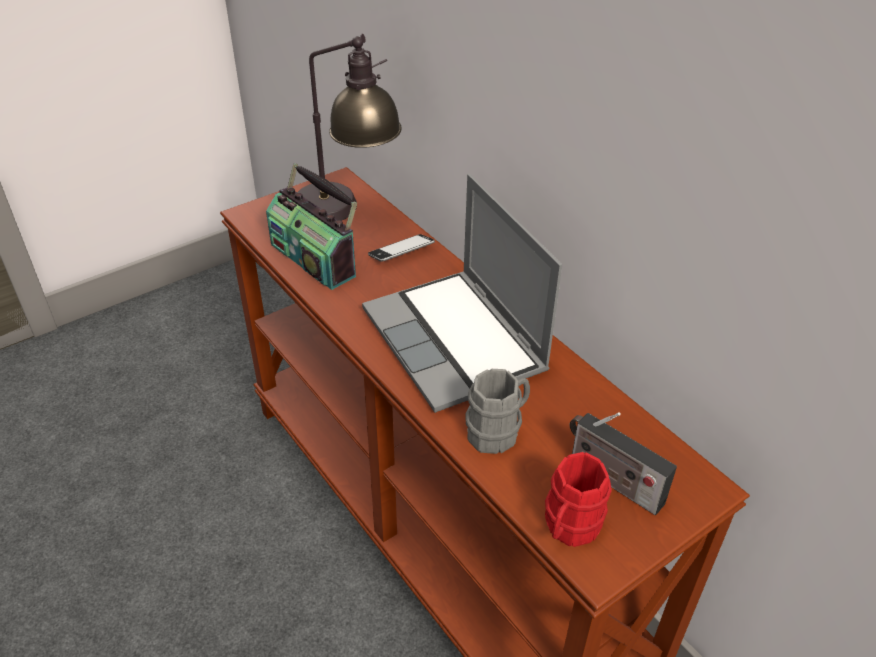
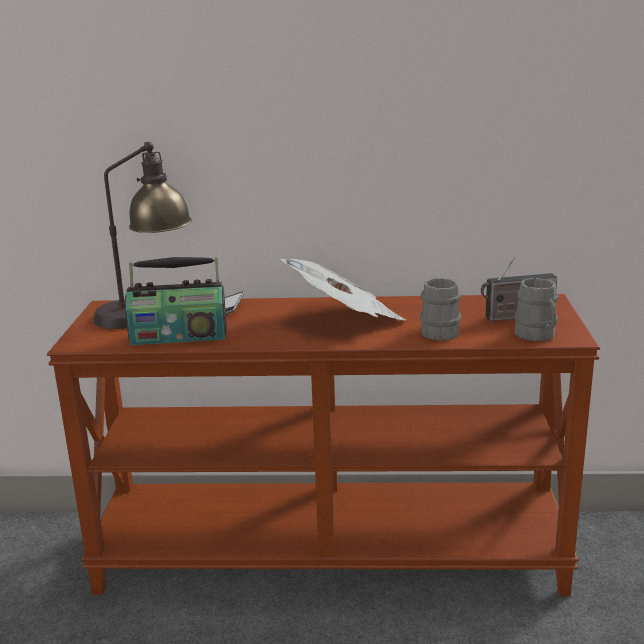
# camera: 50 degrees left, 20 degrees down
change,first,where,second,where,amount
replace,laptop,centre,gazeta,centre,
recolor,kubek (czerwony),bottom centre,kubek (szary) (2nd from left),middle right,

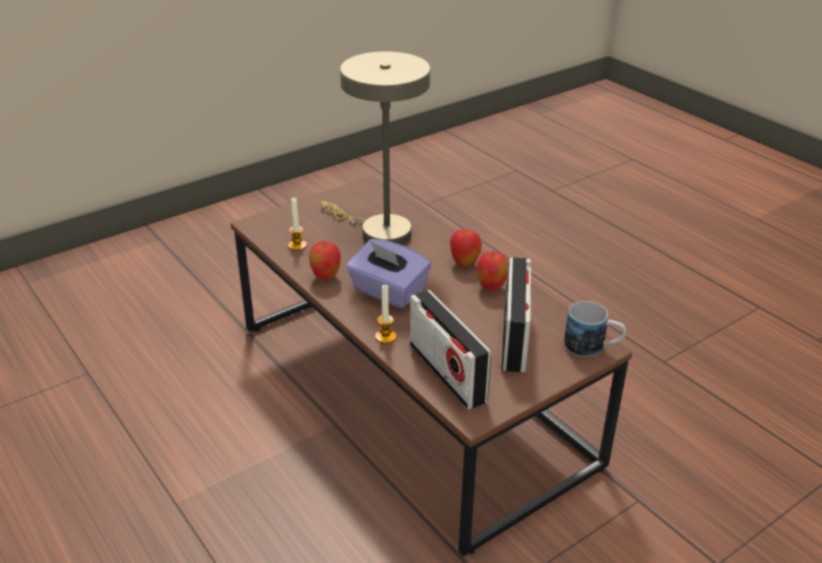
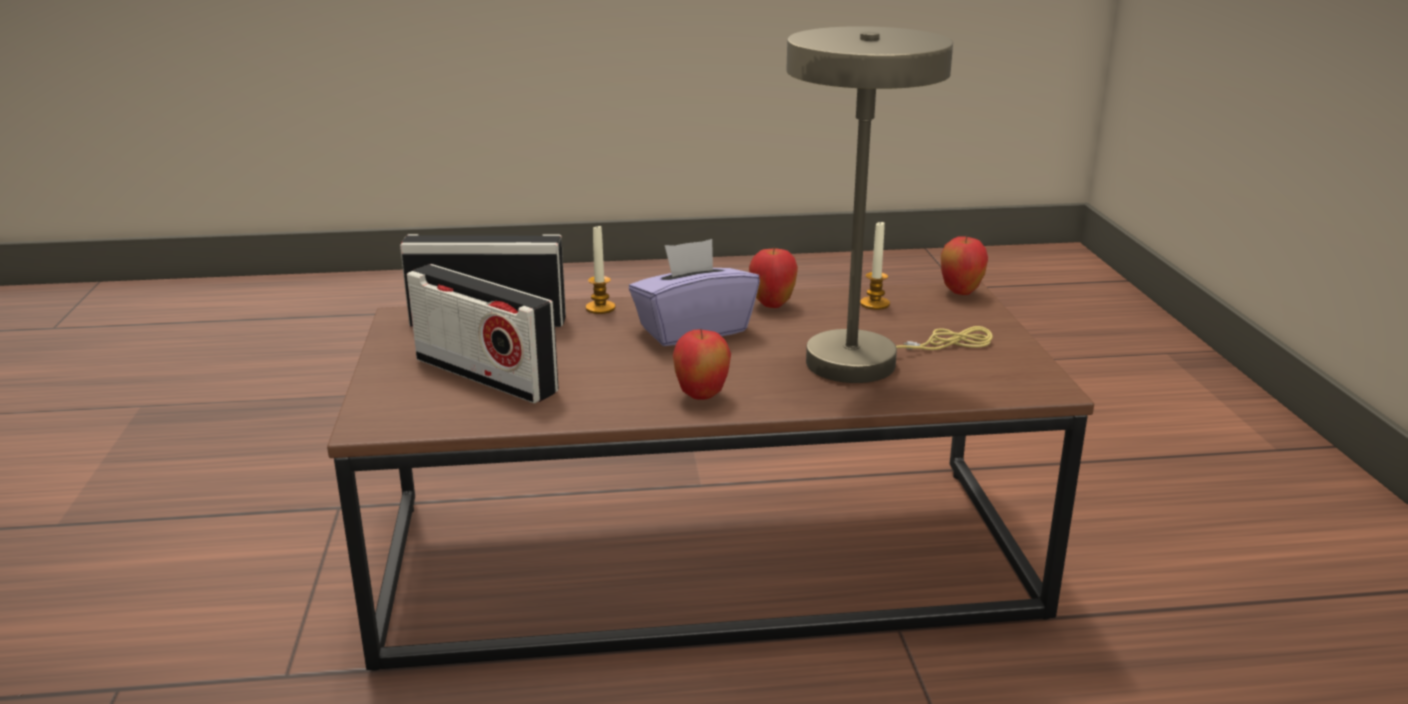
# camera: 120 degrees right, 10 degrees down
change,first,where,second,where,amount
move,jabłko (3rd from left),centre,,middle right,
delete,kubek,middle right,,,

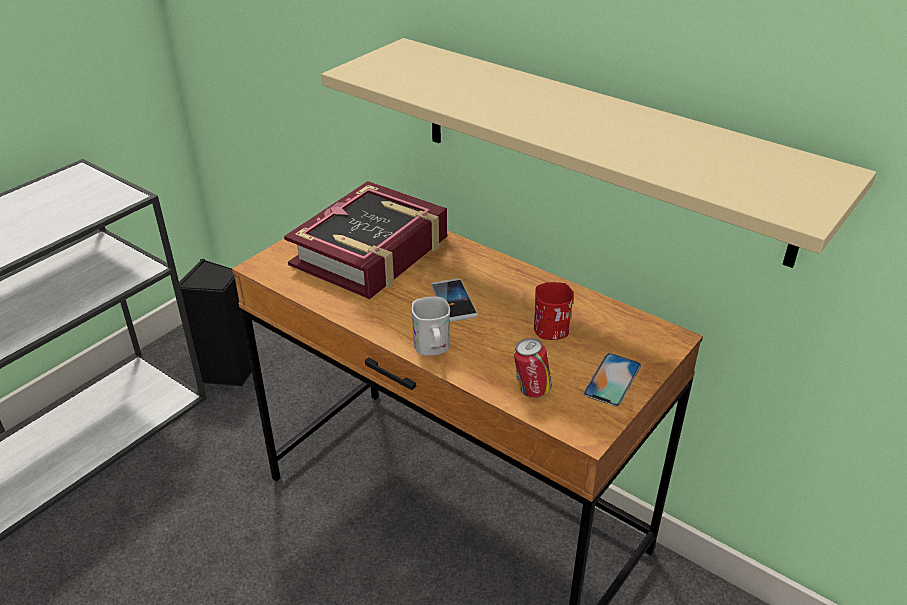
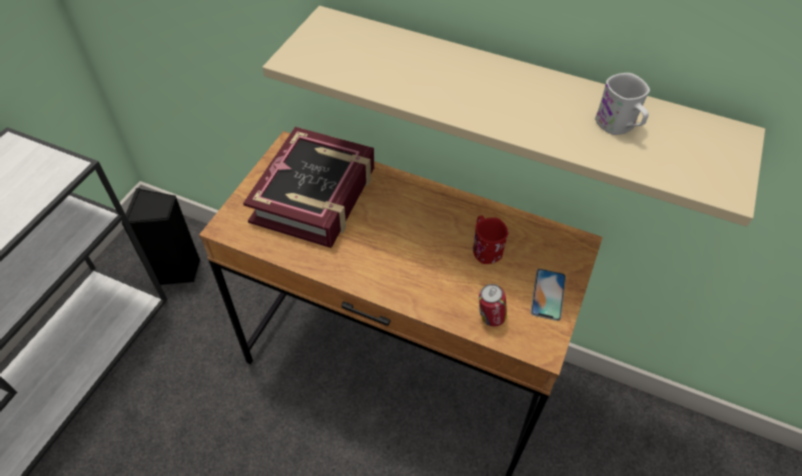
# camera: 15 degrees left, 15 degrees up
change,first,where,second,where,amount
move,kubek (biały),centre,,top right,
delete,telefon (1st from left),centre,,,

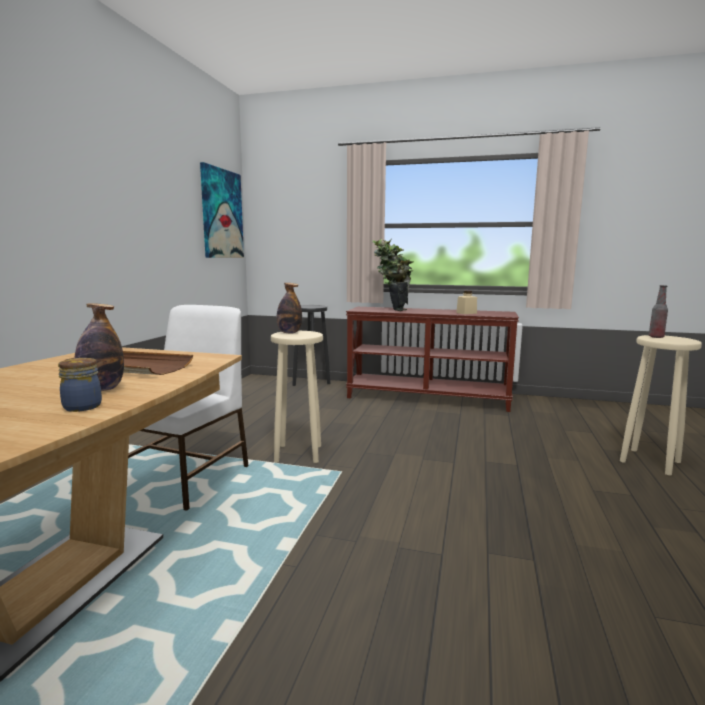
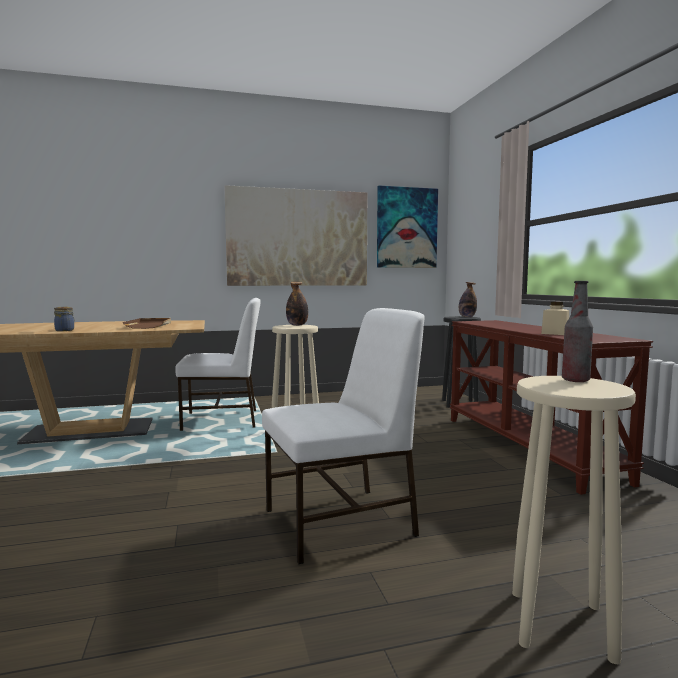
# camera: 60 degrees right, 5 degrees down
change,first,where,second,where,amount
move,butelka (1st from left in the first image),middle left,butelka (2nd from left),middle right,
delete,roślina doniczkowa,centre,,,
insert,,,obraz (1st from left),centre,
insert,,,krzesło (biały) (2nd from left),centre,

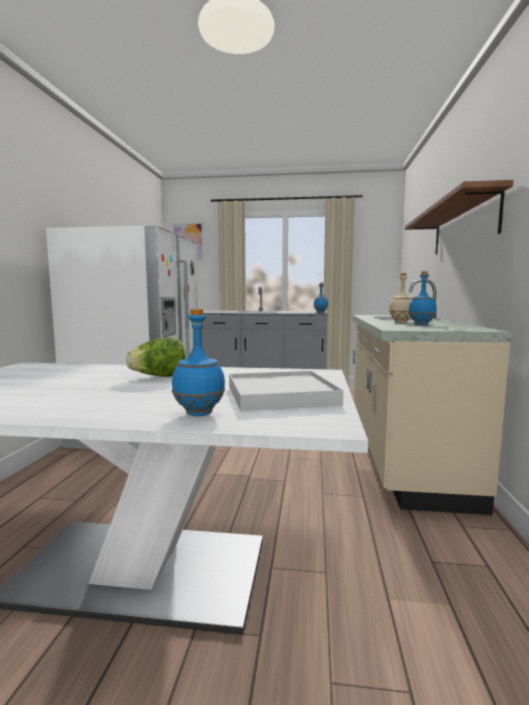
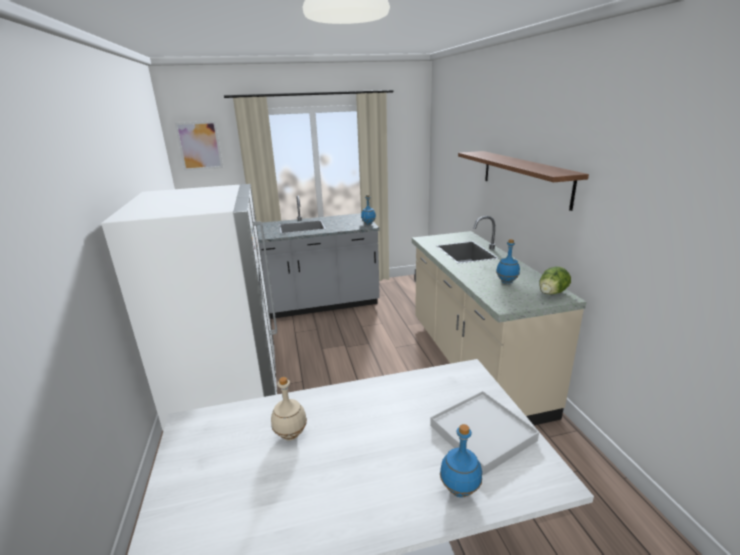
# camera: 20 degrees left, 15 degrees up
change,first,where,second,where,amount
move,sałata,middle left,,middle right,
move,butelka (beżowy),middle right,,bottom centre,

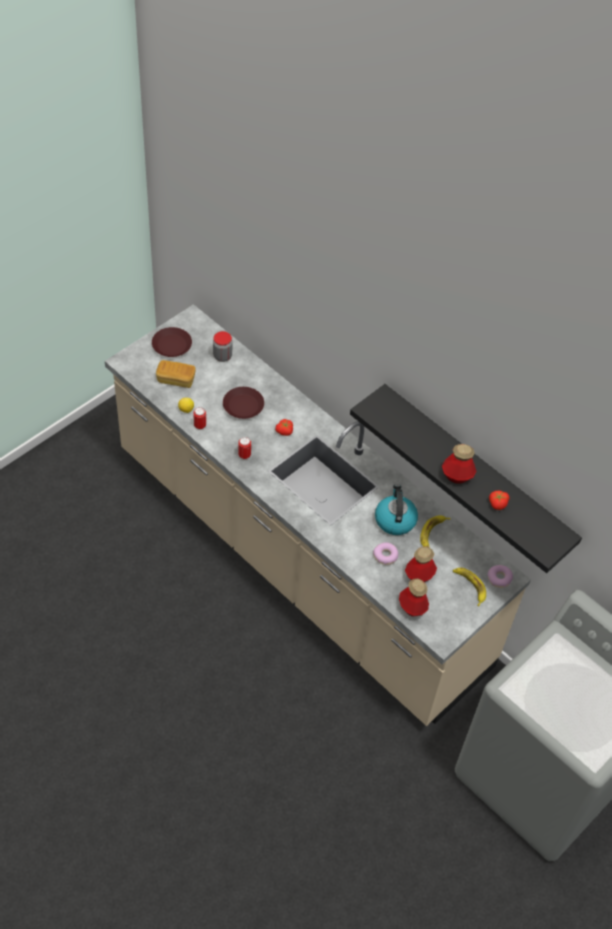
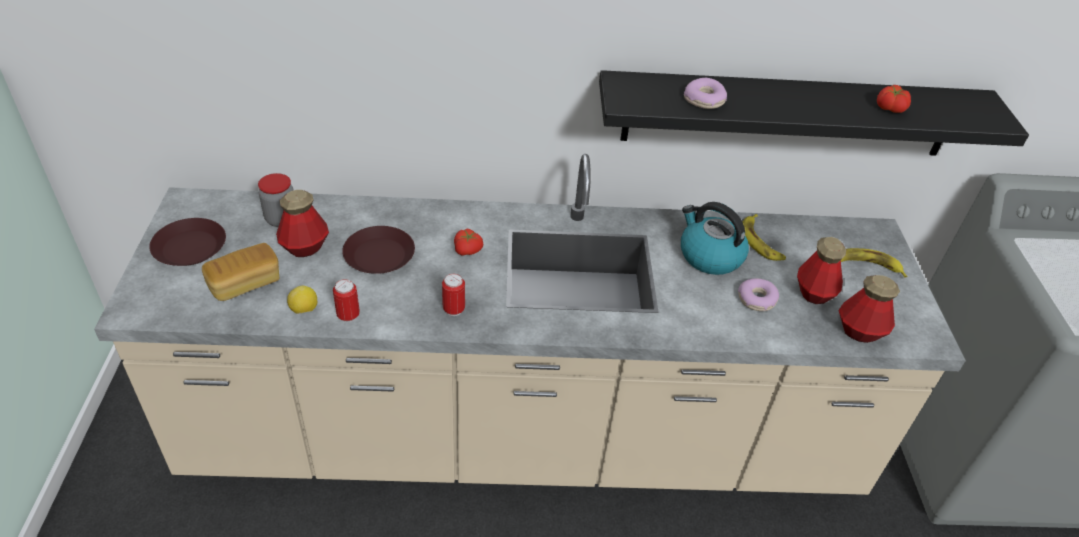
# camera: 45 degrees left, 10 degrees down
change,first,where,second,where,amount
move,butelka (3rd from left in the first image),middle right,butelka (1st from left),middle left,
move,donut (2nd from left in the first image),middle right,donut (1st from left),top centre,

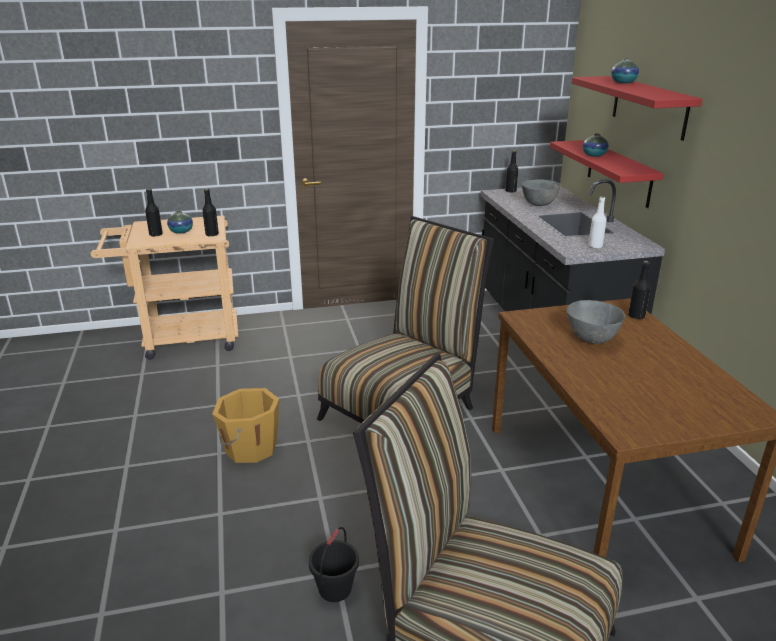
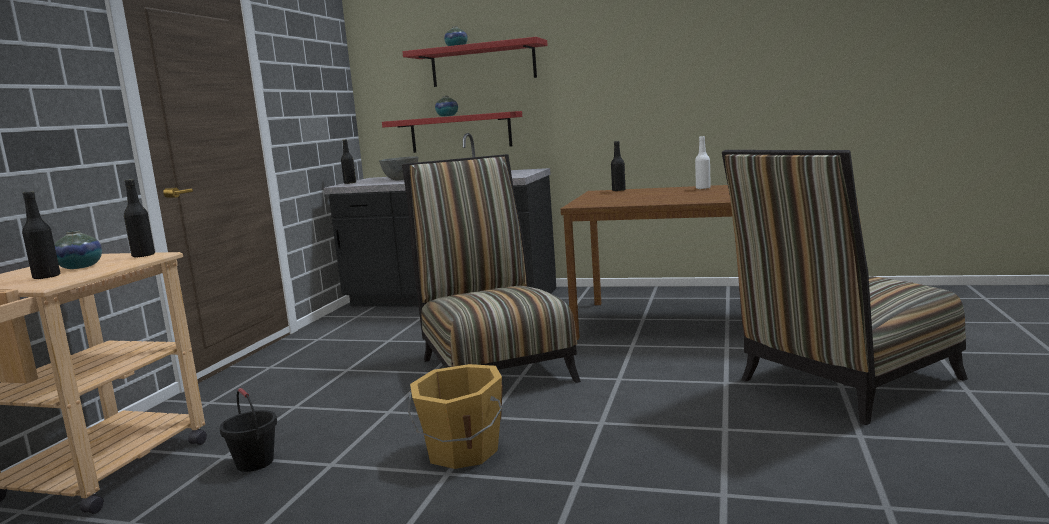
# camera: 60 degrees left, 15 degrees down
change,first,where,second,where,amount
move,wiadro (czarny),bottom centre,,bottom left,
delete,miska (szary) (2nd from left),middle right,,,
move,butelka (biały),middle right,,top right,

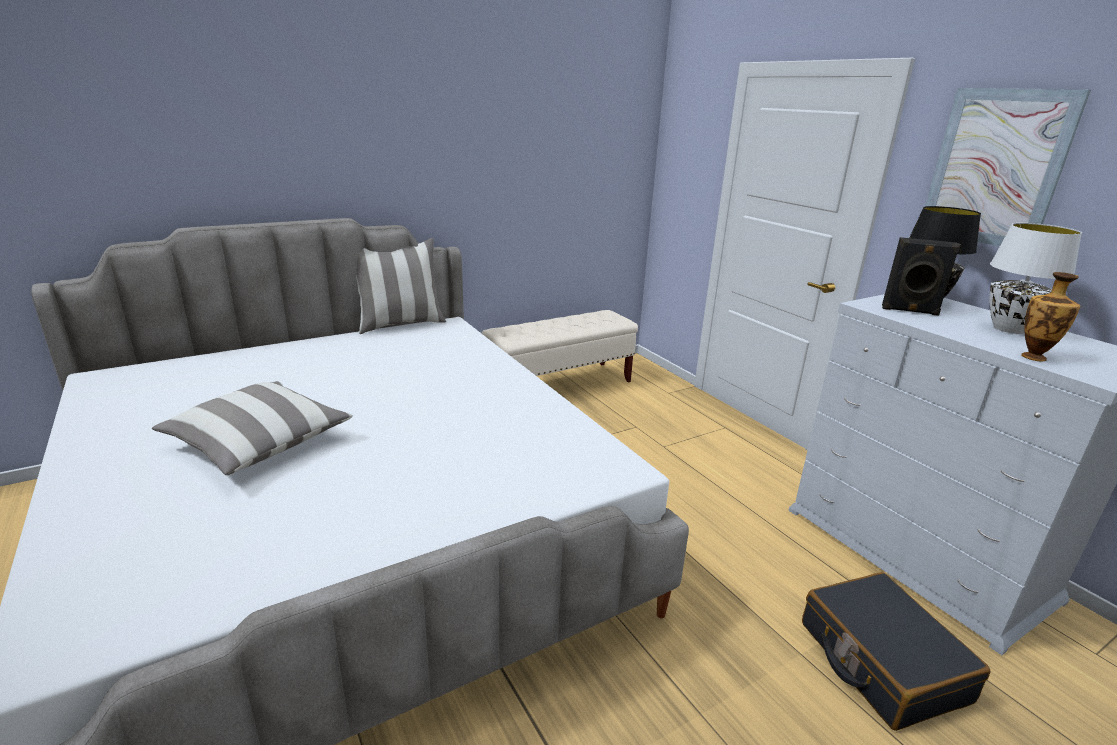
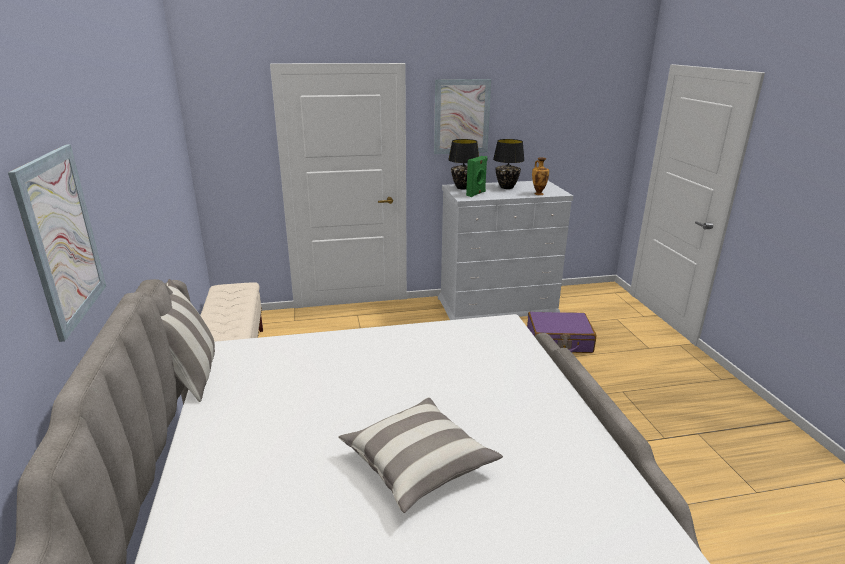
# camera: 70 degrees left, 0 degrees up
change,first,where,second,where,amount
recolor,walizka (czarny),bottom right,walizka (fioletowy),centre,
recolor,głośnik (czarny),middle right,głośnik (zielony),top centre,
recolor,lampa stołowa (biały),middle right,lampa stołowa (czarny) (2nd from left),top centre,
insert,,,obraz (1st from left),middle left,

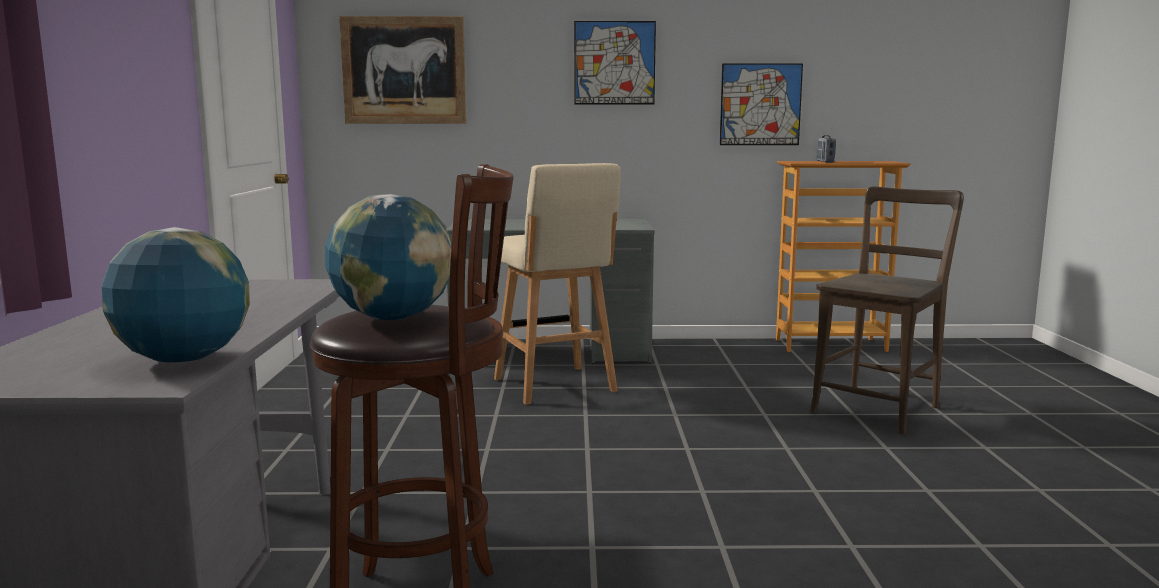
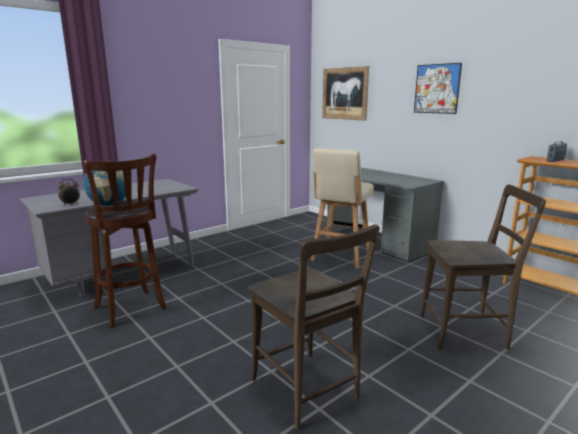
# camera: 50 degrees right, 5 degrees up
change,first,where,second,where,amount
replace,globus (1st from left),middle left,budzik,middle left,
delete,obraz (3rd from left),top centre,,,
insert,,,krzesło (brązowy) (1st from left),bottom centre,

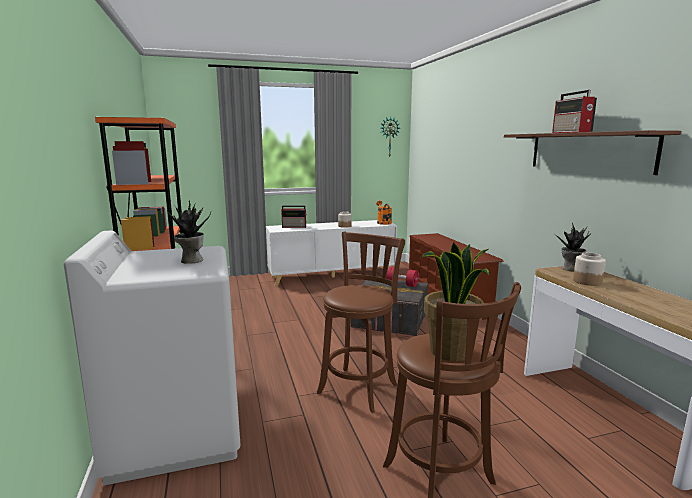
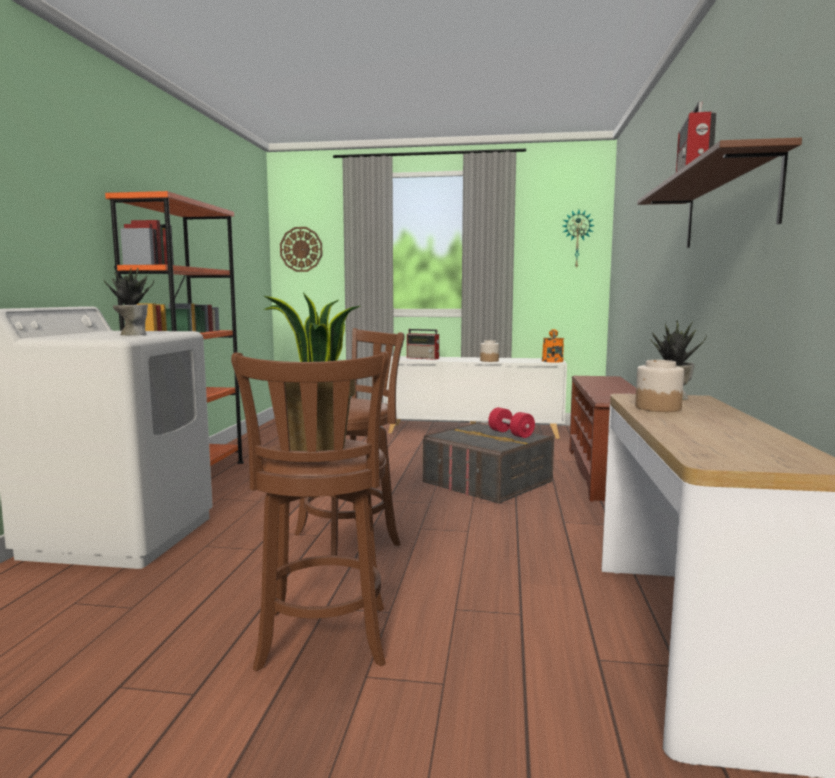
# camera: 25 degrees right, 5 degrees down
change,first,where,second,where,amount
insert,,,zegar ścienny (1st from left),top centre,

